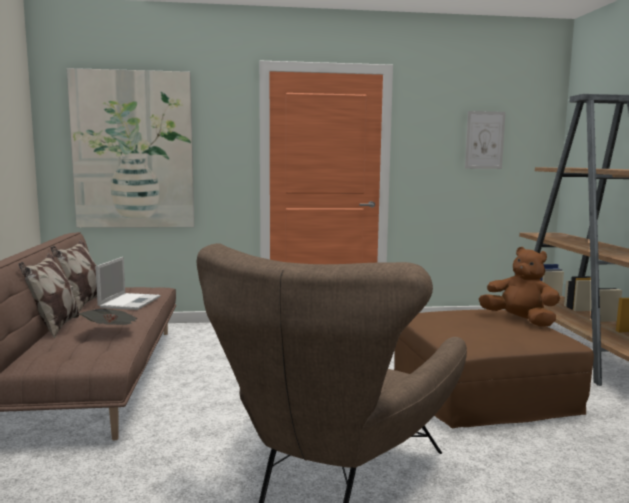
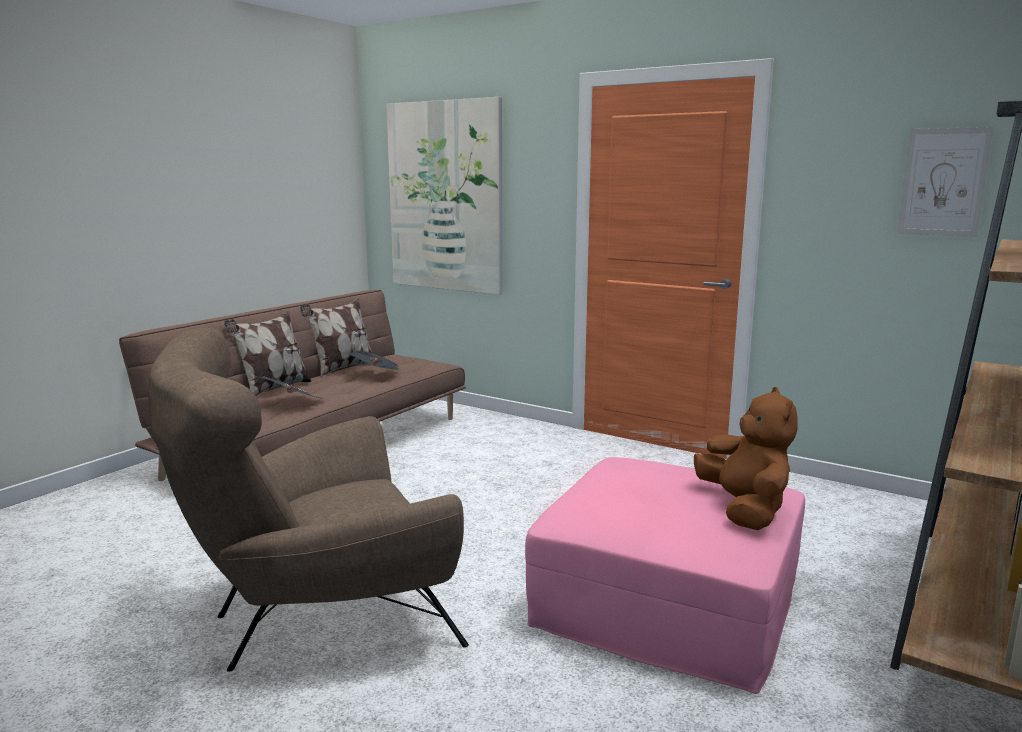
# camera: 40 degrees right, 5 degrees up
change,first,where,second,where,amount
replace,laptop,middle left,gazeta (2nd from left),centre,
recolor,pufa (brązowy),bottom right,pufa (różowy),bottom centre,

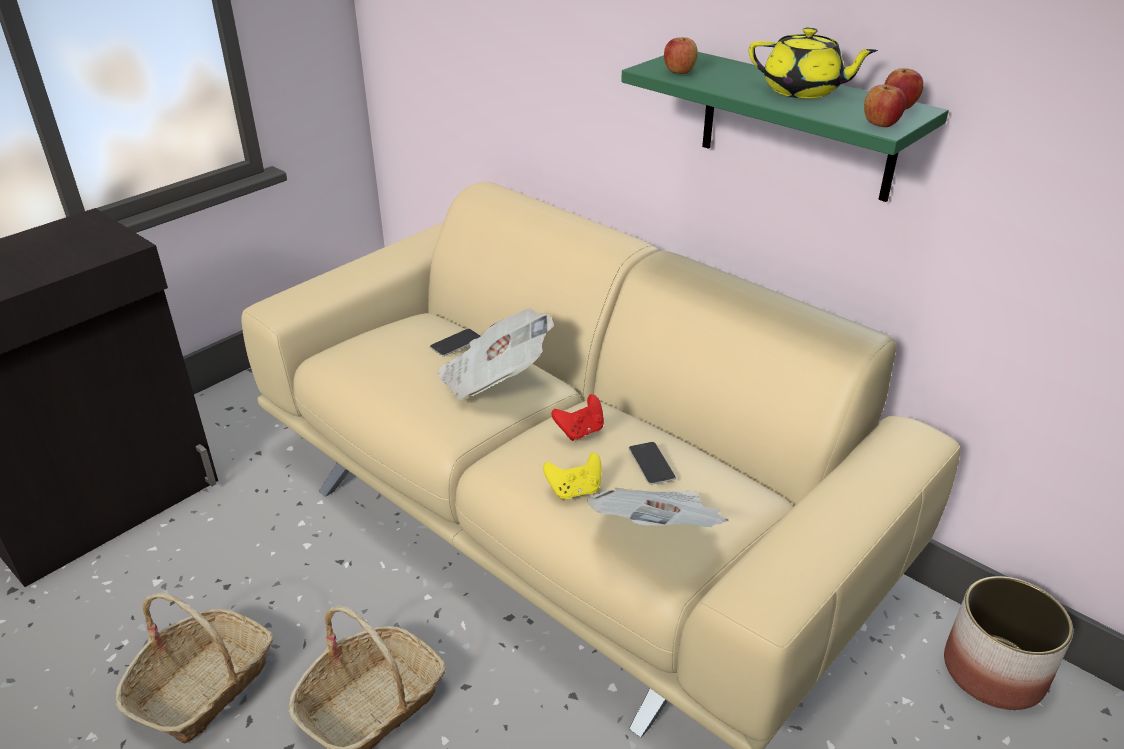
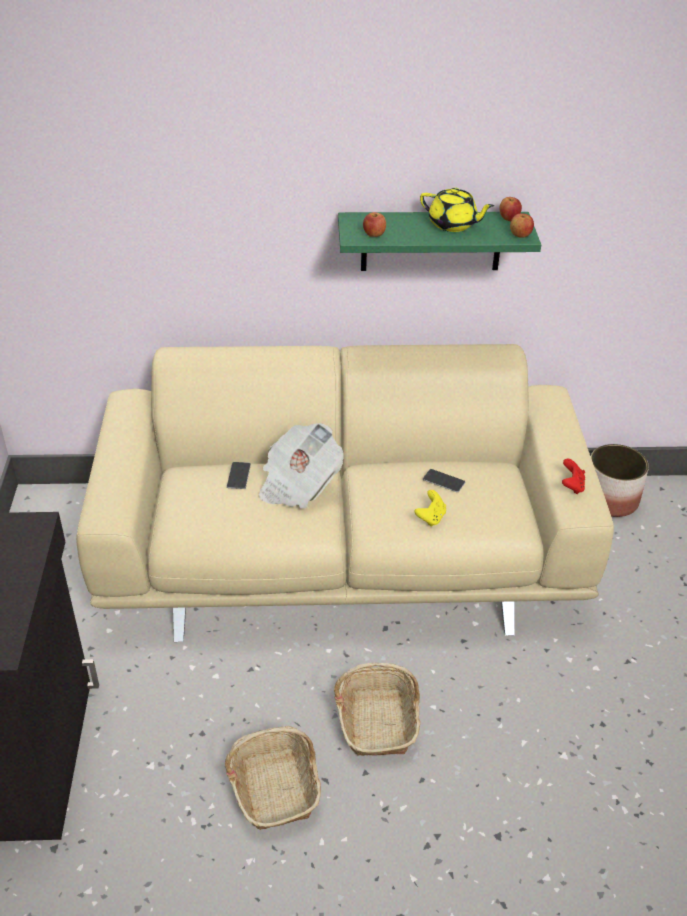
# camera: 45 degrees left, 5 degrees up
change,first,where,second,where,amount
move,pad do gier (czerwony),centre,,middle right,
delete,gazeta (2nd from left),bottom centre,,,
rotate,imbryk (żółty),top right,,top centre,45 degrees clockwise

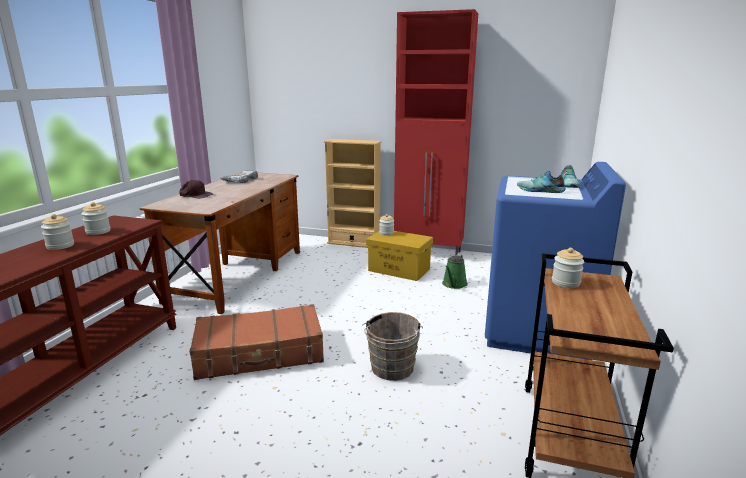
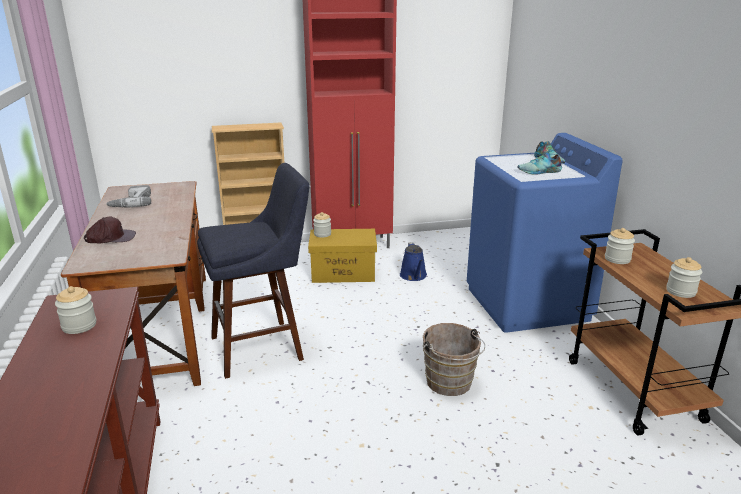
# camera: 30 degrees left, 5 degrees up
change,first,where,second,where,amount
move,słoik (1st from left in the first image),middle left,słoik (4th from left),middle right,
delete,walizka (brązowy),bottom centre,,,
recolor,konewka (zielony),centre,konewka (niebieski),centre,
insert,,,stołek (niebieski),centre,

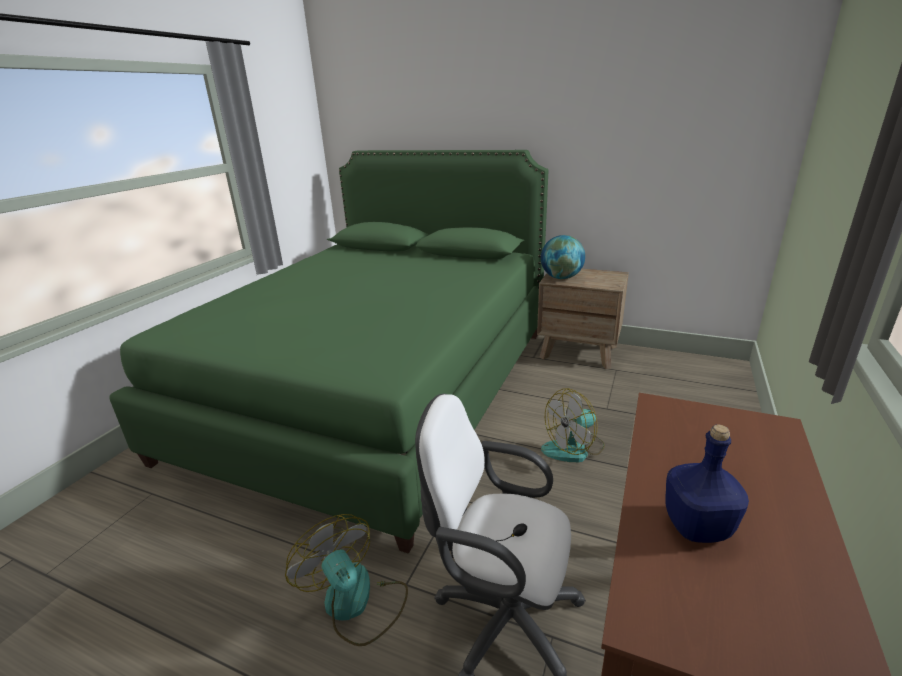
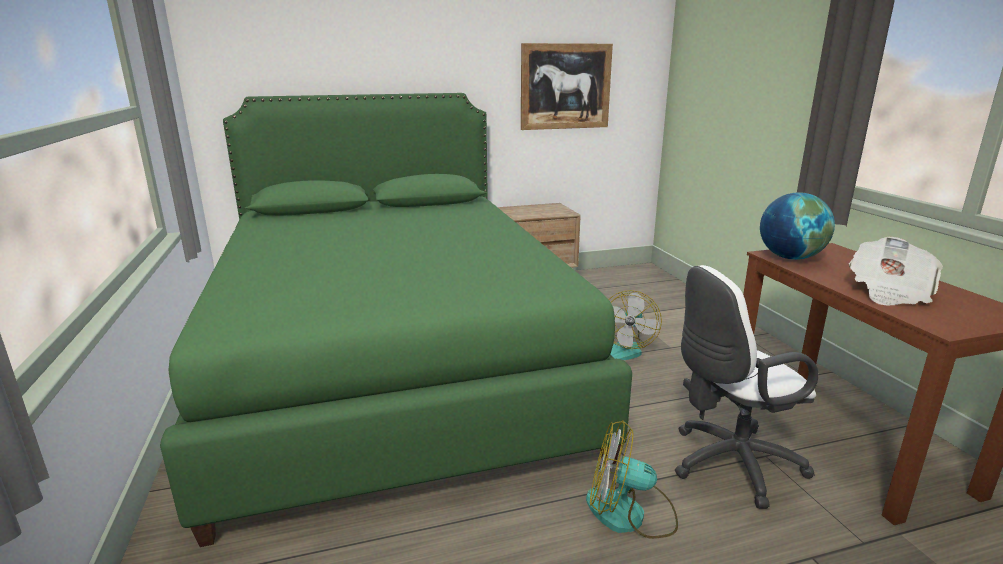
# camera: 40 degrees left, 5 degrees down
change,first,where,second,where,amount
move,globus,centre,,middle right,
replace,butelka (niebieski),bottom right,gazeta,middle right,
insert,,,obraz,top centre,

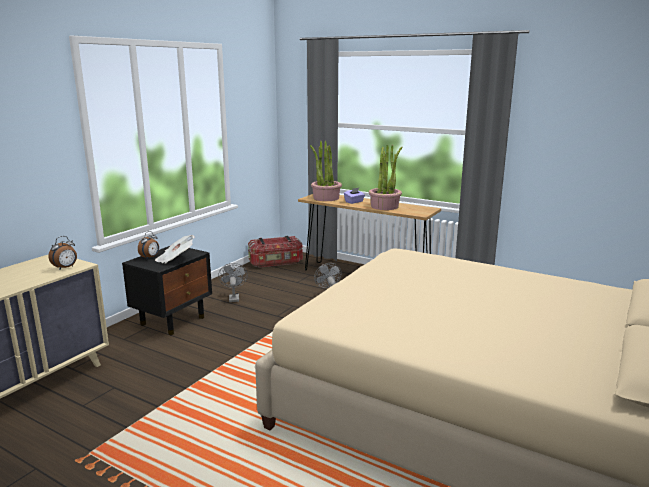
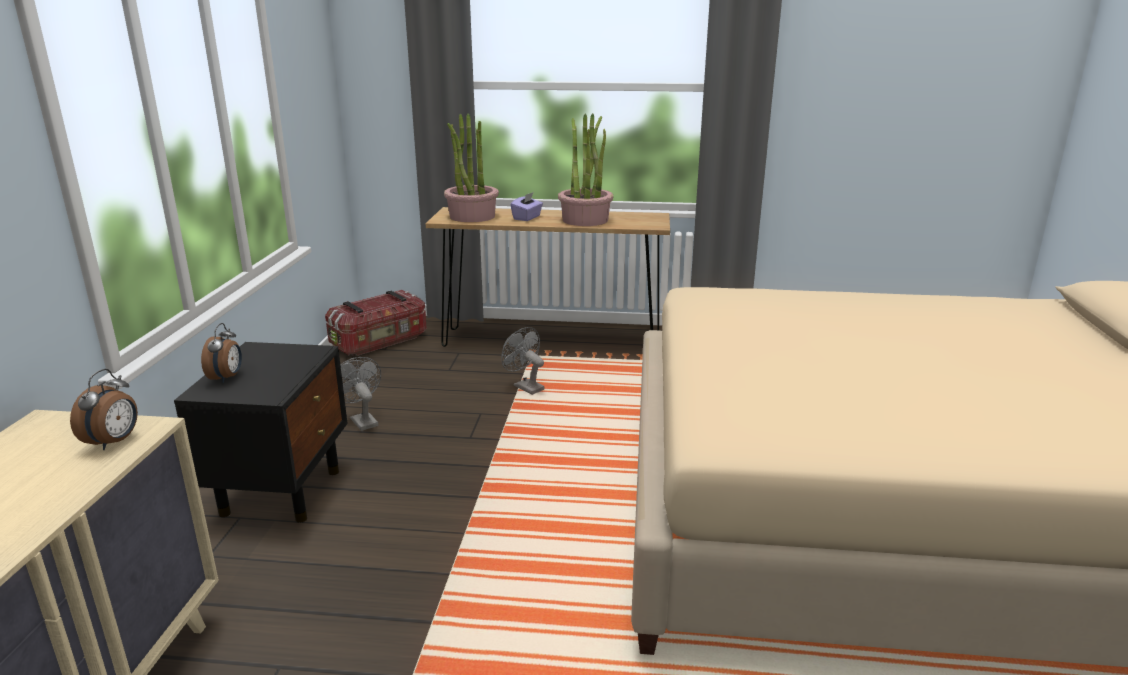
# camera: 25 degrees left, 5 degrees up
change,first,where,second,where,amount
delete,gazeta,middle left,,,

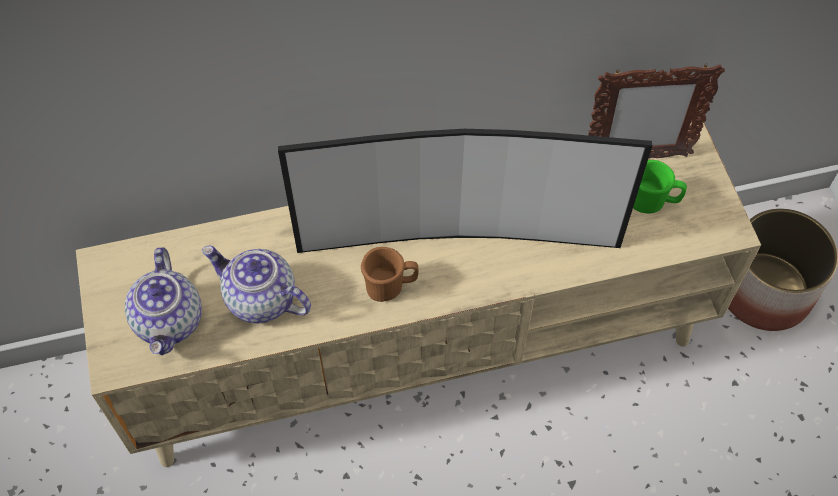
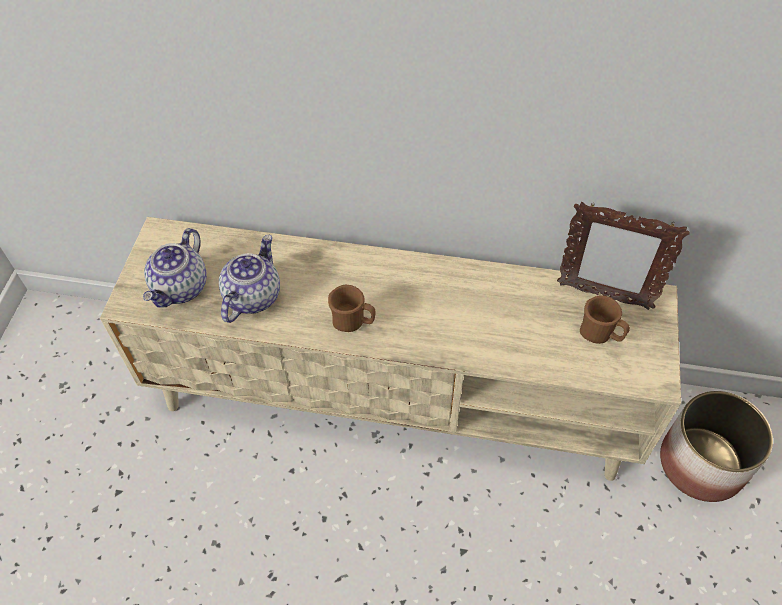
# camera: 25 degrees right, 5 degrees down
change,first,where,second,where,amount
rotate,imbryk (2nd from left),middle left,,middle left,60 degrees clockwise
delete,telewizor,centre,,,
recolor,kubek (zielony),middle right,kubek (brązowy) (2nd from left),middle right,

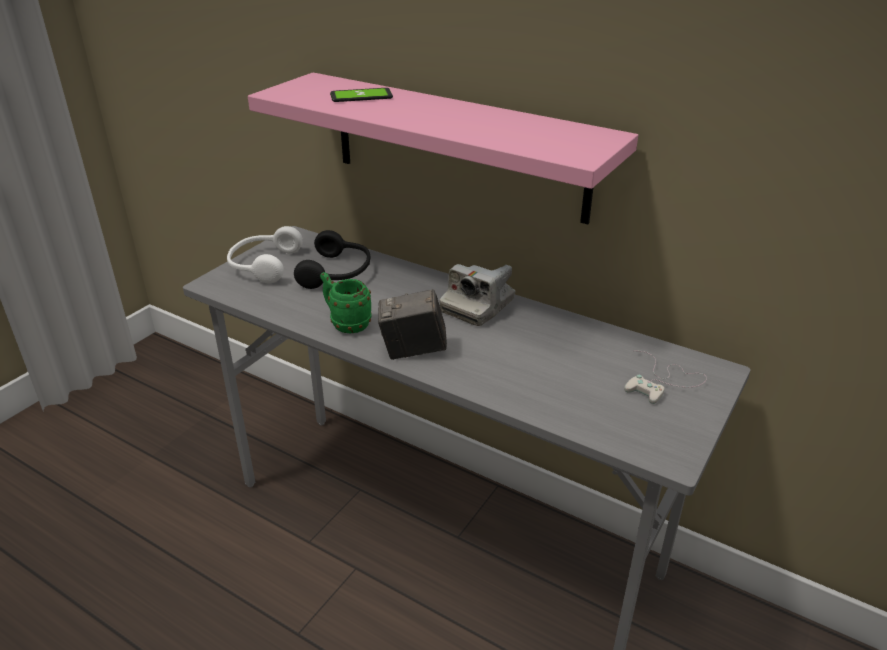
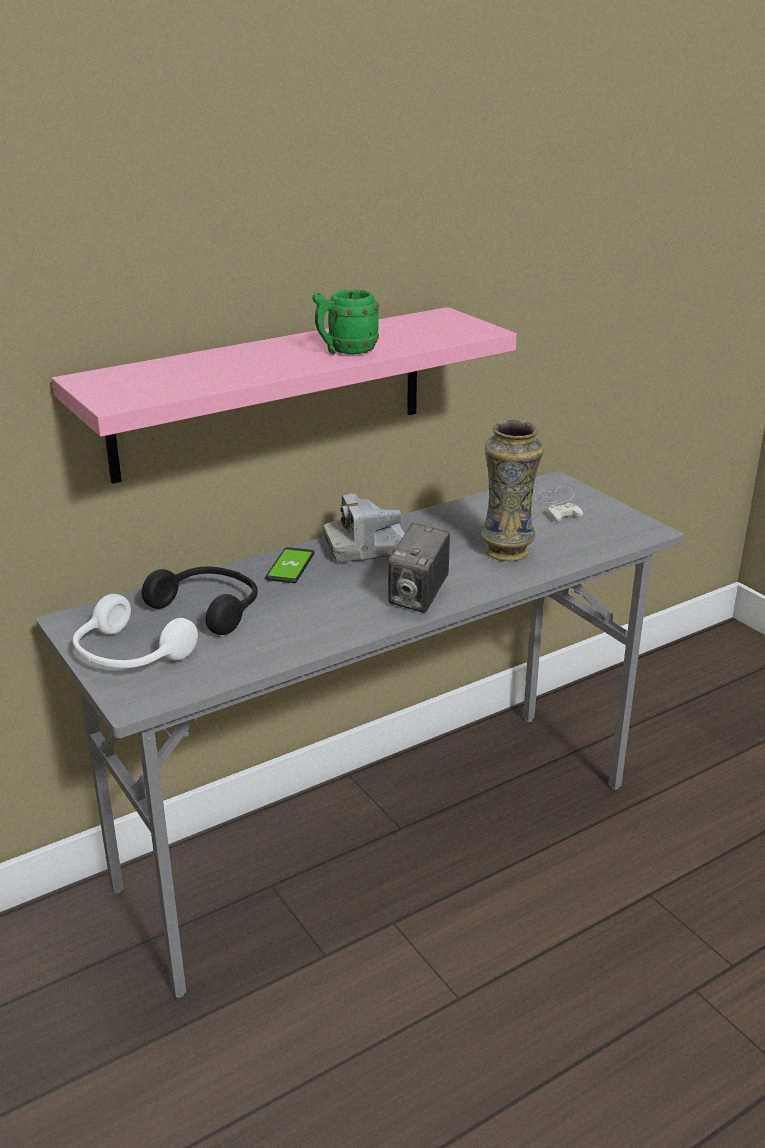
# camera: 65 degrees left, 5 degrees down
change,first,where,second,where,amount
move,kubek (zielony),centre,,top centre,
move,telefon,top centre,,centre,
rotate,aparat fotograficzny (2nd from left in the first image),centre,aparat fotograficzny (1st from left),centre,105 degrees clockwise
insert,,,wazon,middle right,

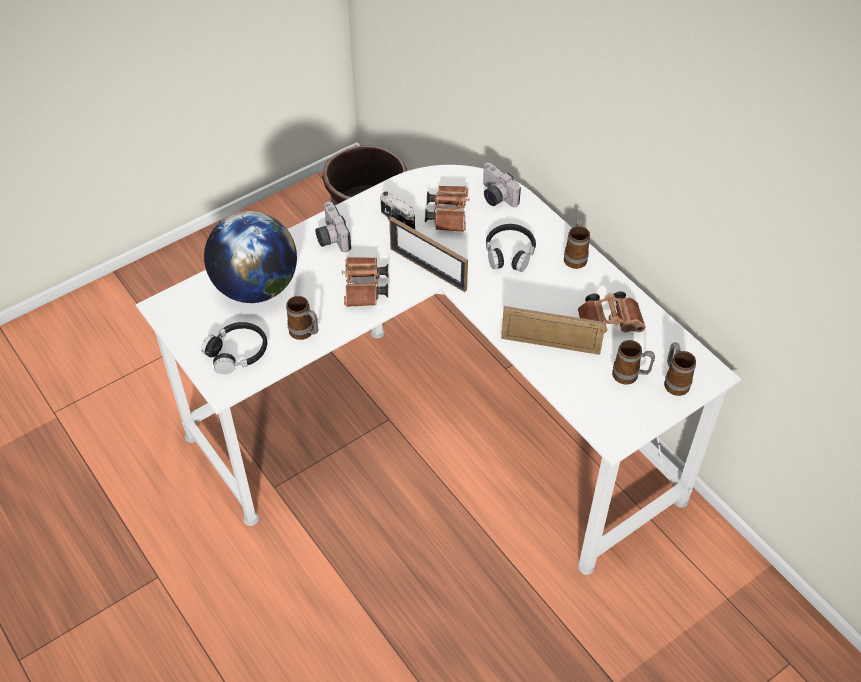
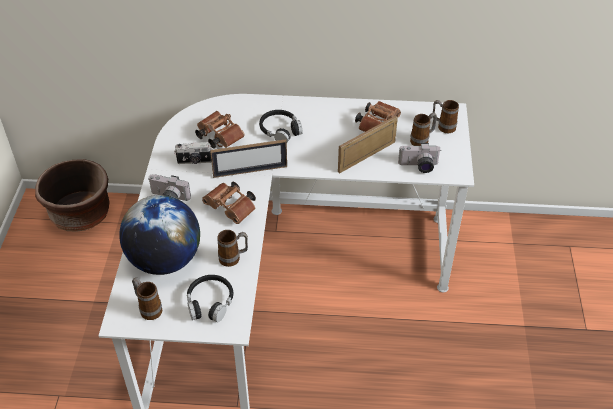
# camera: 50 degrees left, 5 degrees down
change,first,where,second,where,amount
move,aparat fotograficzny (3rd from left),top centre,,middle right,
move,kubek (2nd from left in the first image),middle right,kubek (1st from left),bottom left,

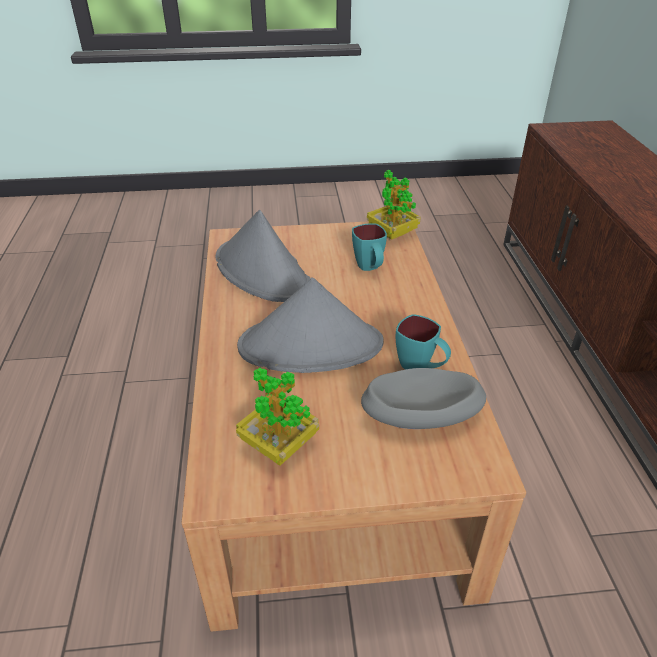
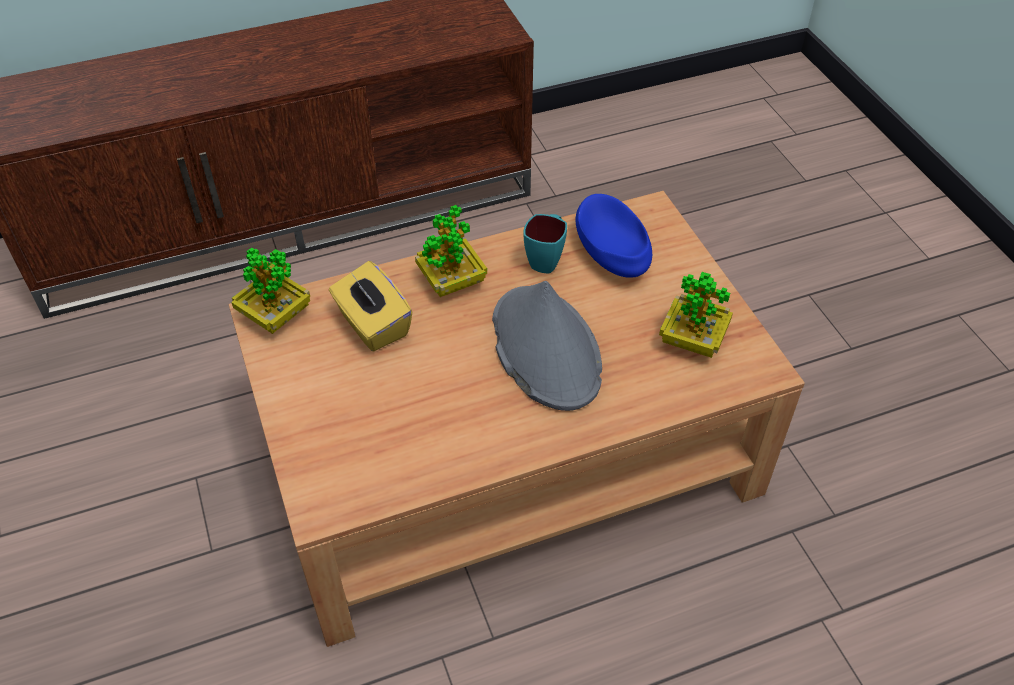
# camera: 105 degrees left, 10 degrees up
change,first,where,second,where,amount
delete,kapelusz (szary) (1st from left),centre,,,
replace,kubek (turkusowy) (1st from left),centre,pudełko chusteczek (żółty),centre,
recolor,miska (szary),centre,miska (niebieski),centre,
insert,,,roślina doniczkowa (2nd from left),centre,

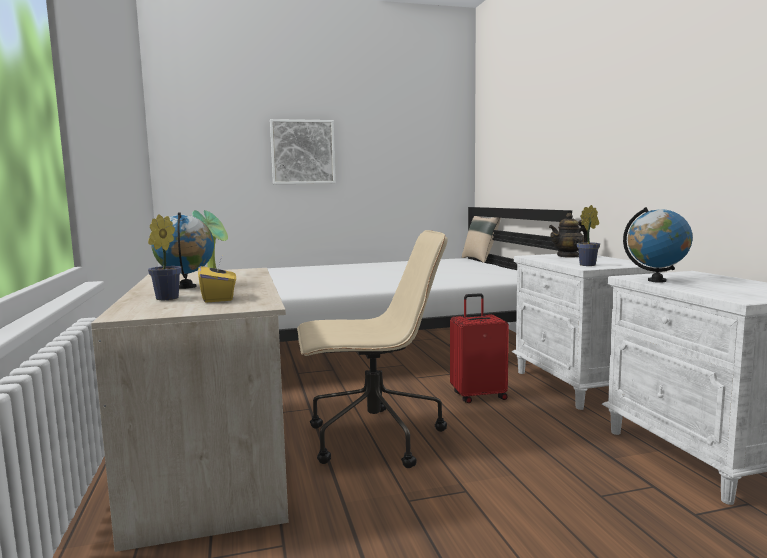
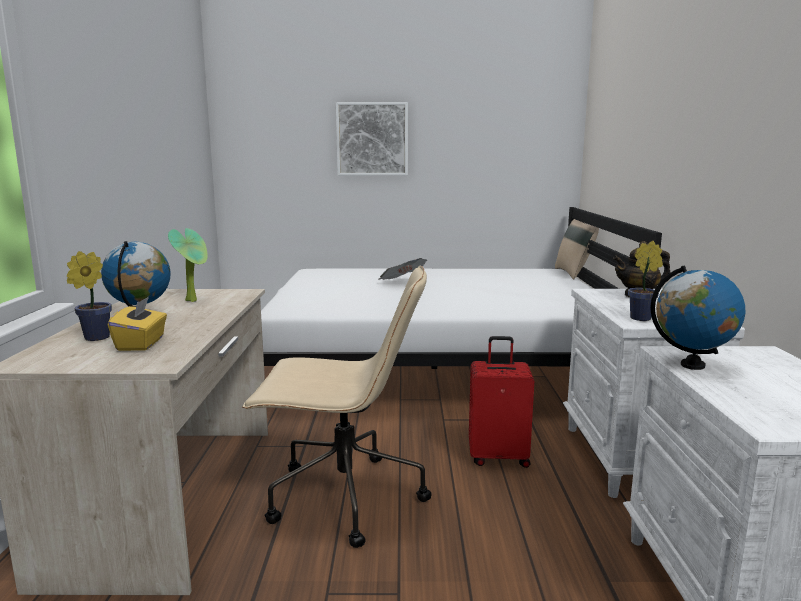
# camera: 15 degrees right, 5 degrees up
change,first,where,second,where,amount
insert,,,gazeta,centre,

